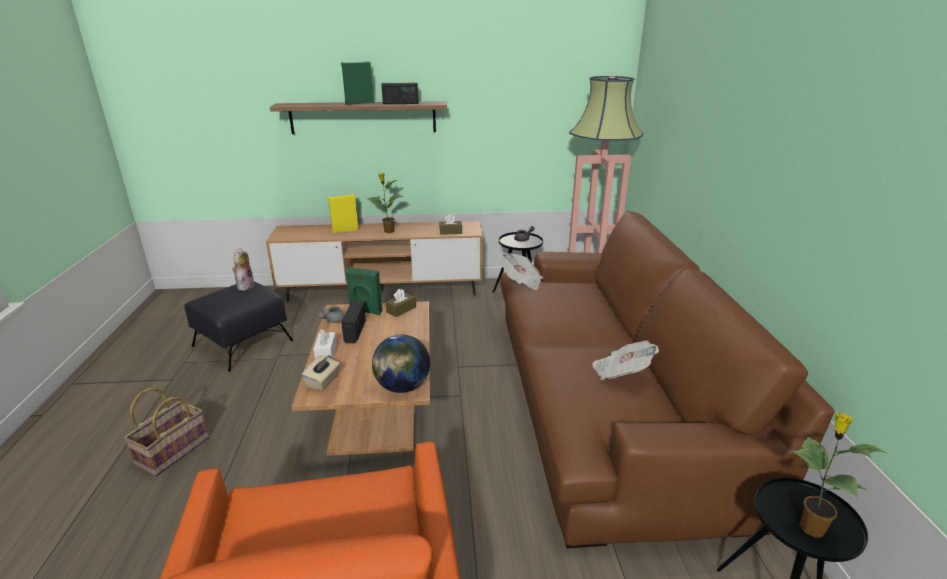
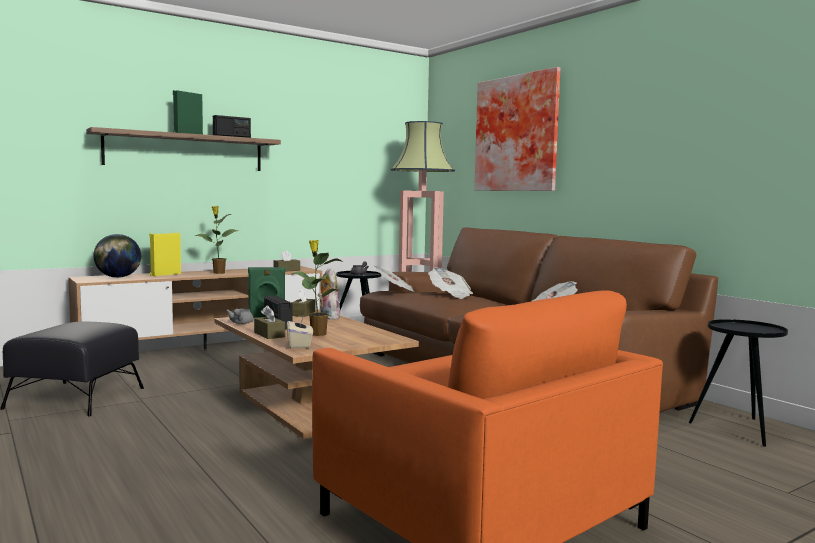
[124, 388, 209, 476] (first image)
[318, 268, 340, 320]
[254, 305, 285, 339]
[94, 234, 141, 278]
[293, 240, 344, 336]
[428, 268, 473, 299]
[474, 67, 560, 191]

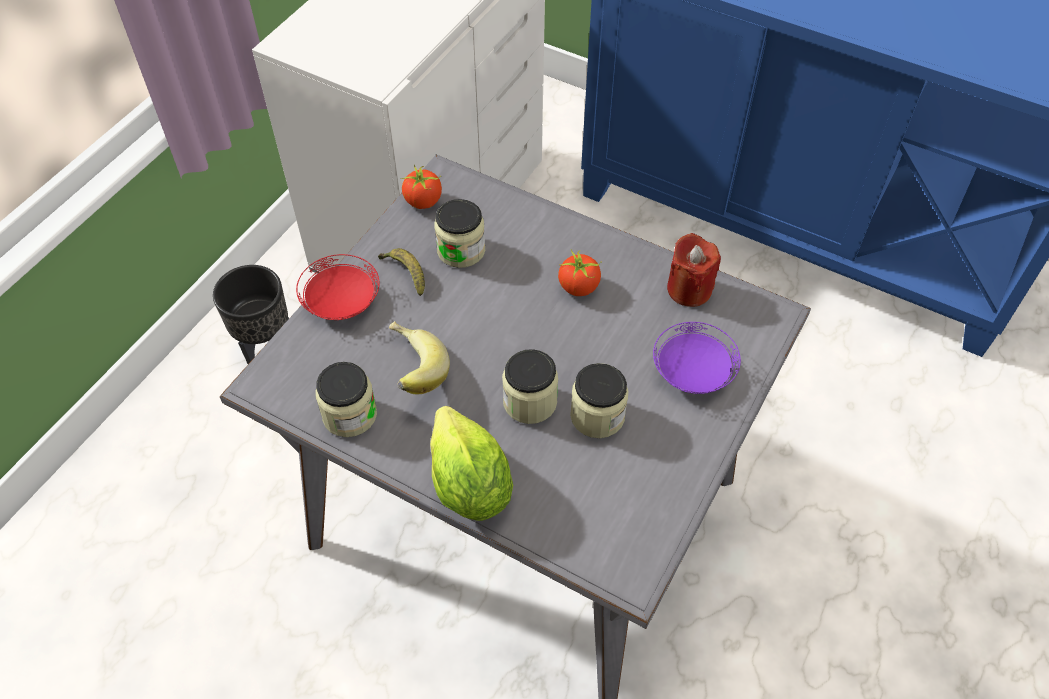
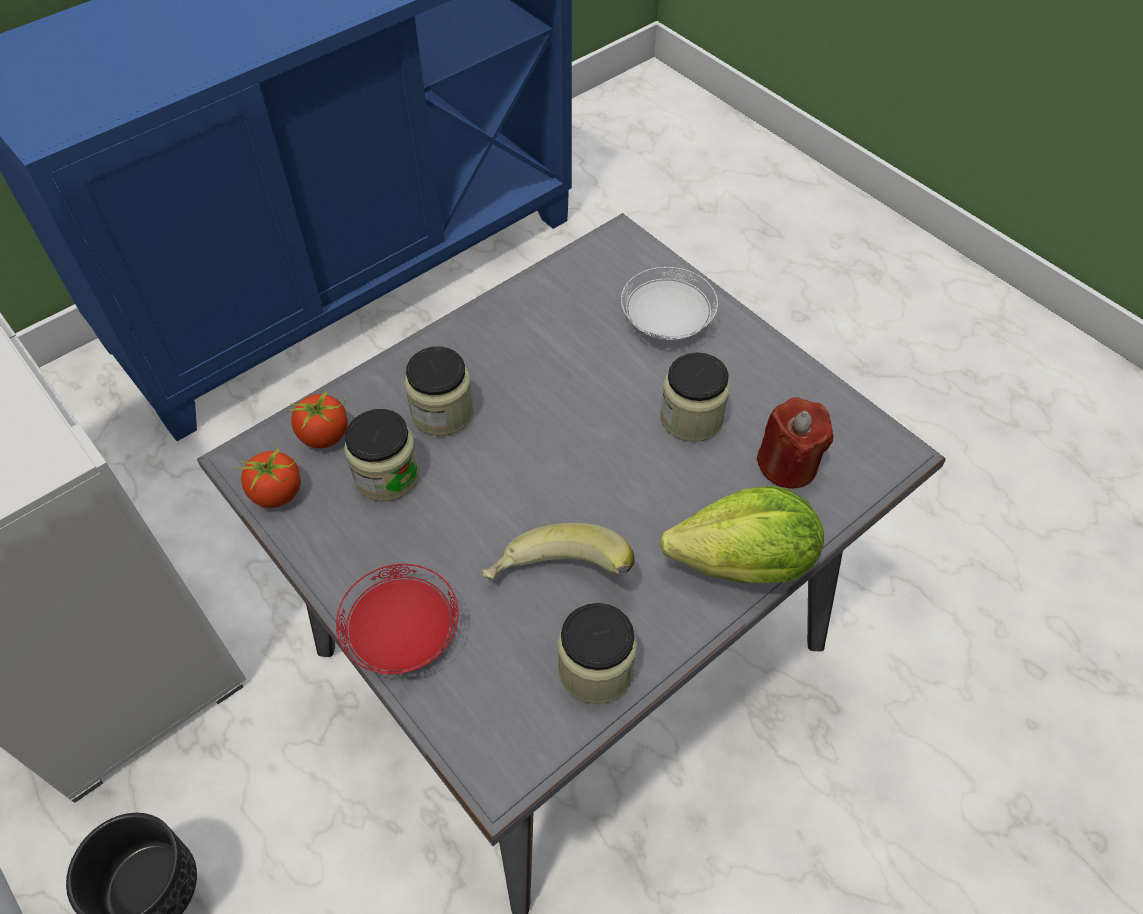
[378, 248, 425, 296] (first image)
[404, 347, 474, 436]
[286, 387, 348, 448]
[621, 267, 718, 340]
[757, 397, 833, 488]

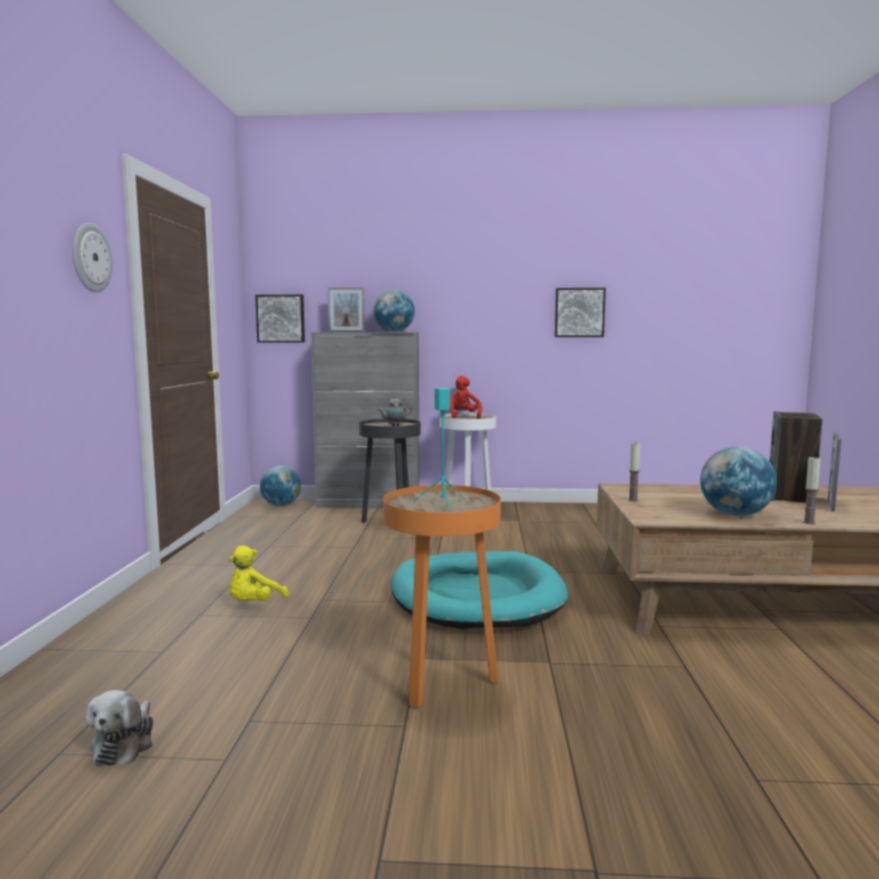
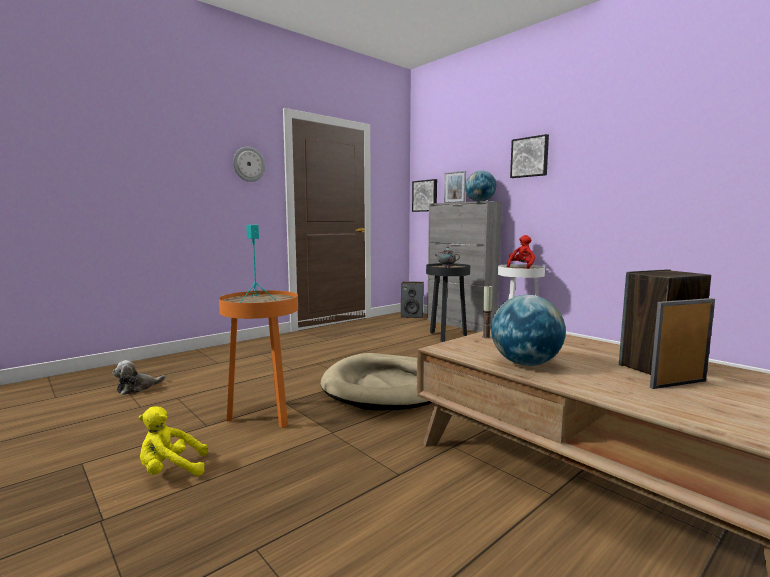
[139, 406, 208, 476]
[401, 281, 424, 318]
[320, 353, 433, 411]
[510, 134, 549, 178]
[803, 457, 821, 524] (first image)

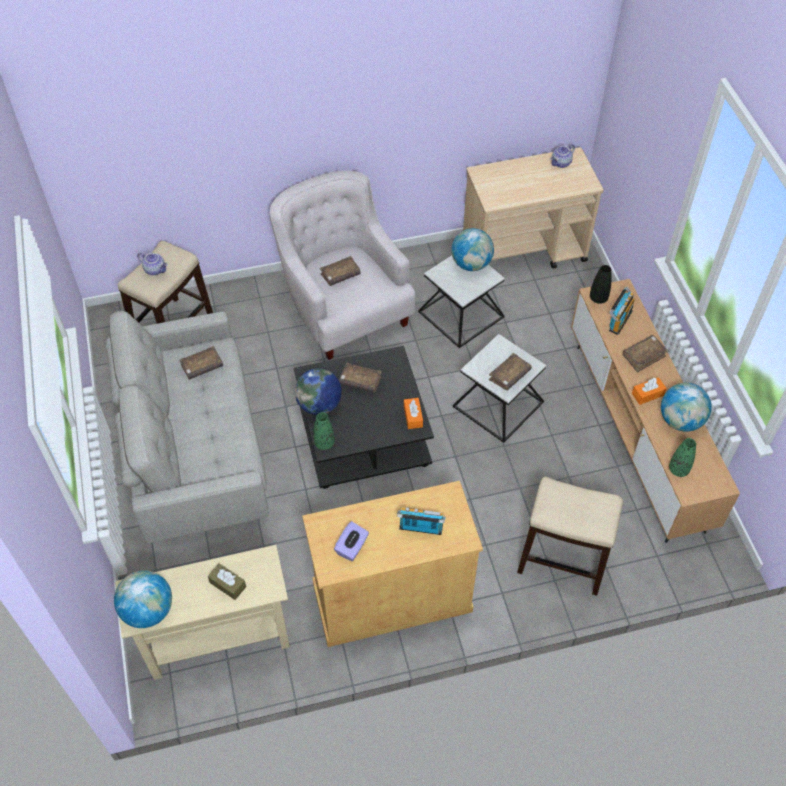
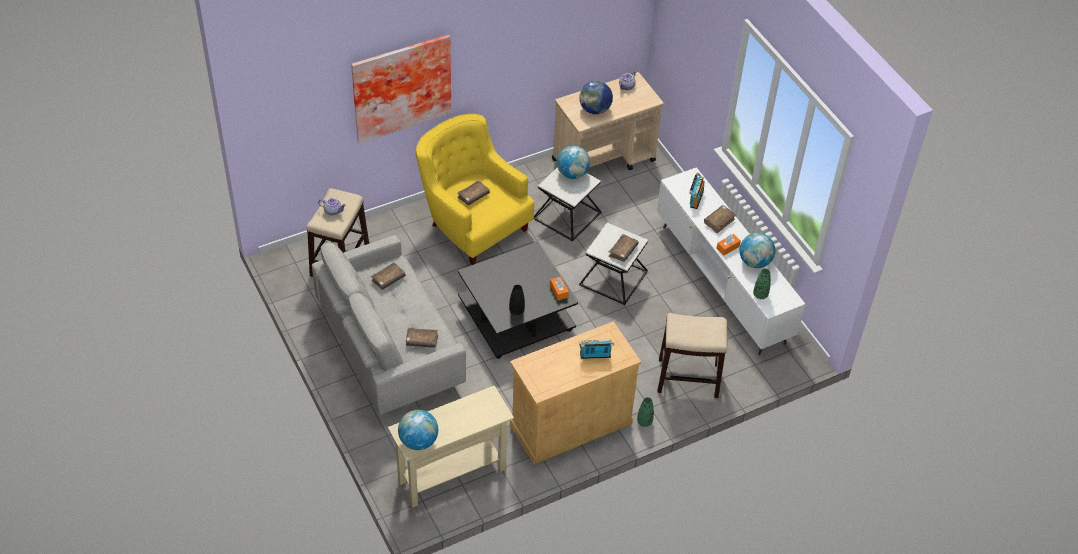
[208, 563, 246, 600] (first image)
[416, 114, 534, 265]
[579, 81, 613, 114]
[637, 397, 654, 427]
[334, 521, 369, 561] (first image)
[406, 328, 438, 348]
[657, 167, 805, 355]
[509, 285, 525, 315]
[351, 34, 451, 143]

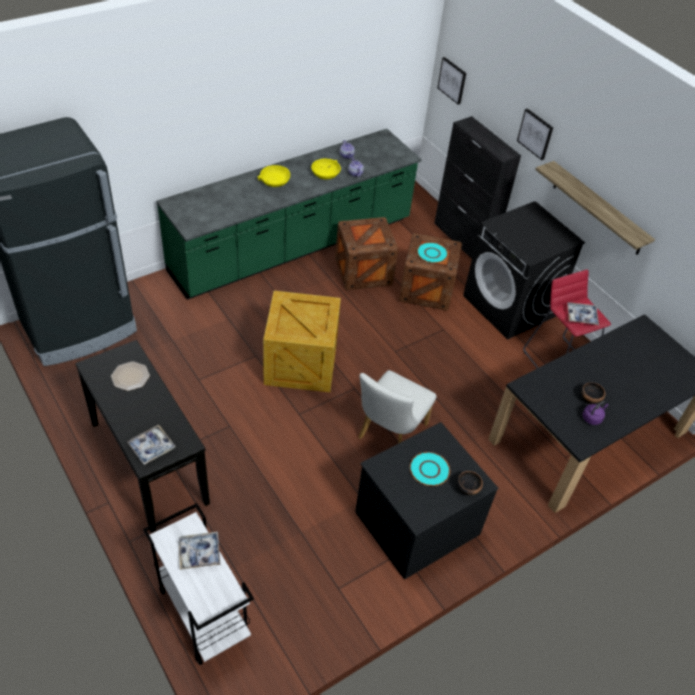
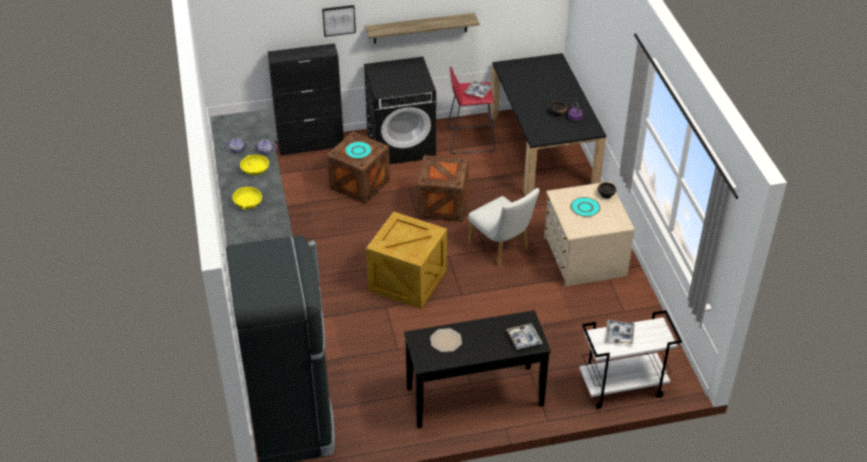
[417, 155, 469, 222]
[544, 181, 635, 286]
[437, 57, 466, 105] (first image)

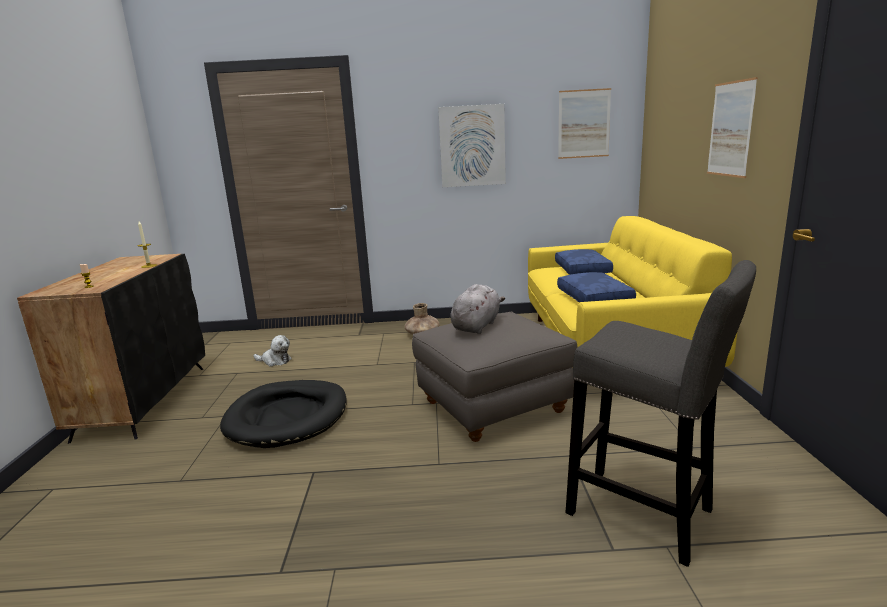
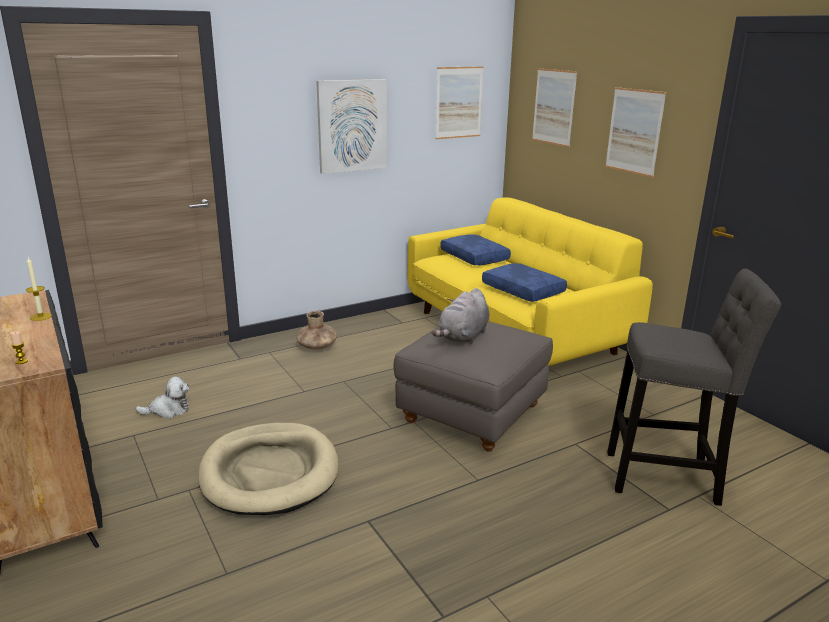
[198, 423, 339, 515]
[431, 288, 489, 344]
[532, 68, 577, 147]

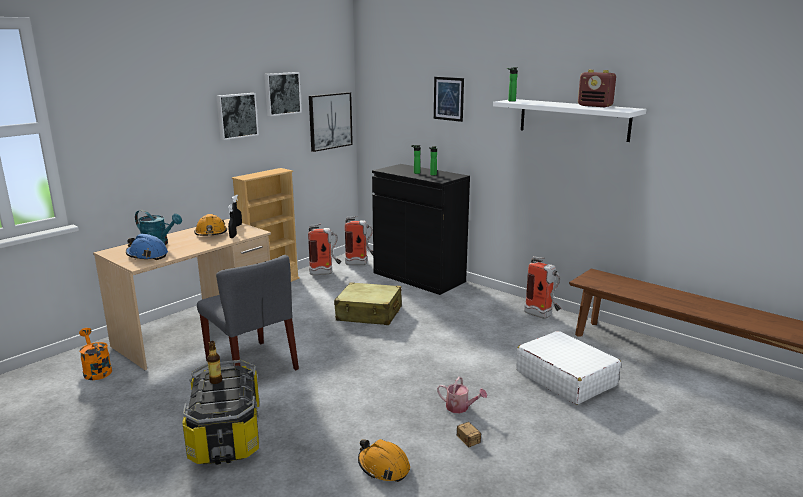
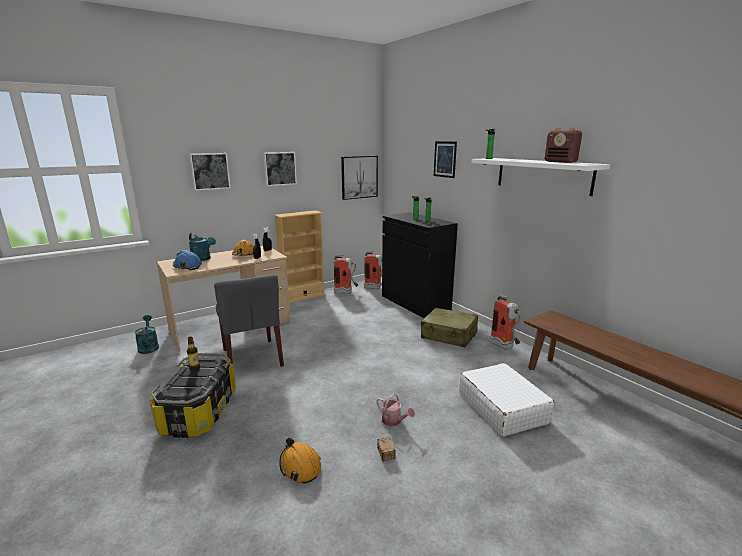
[135, 315, 159, 354]
[189, 153, 231, 191]
[421, 308, 478, 347]

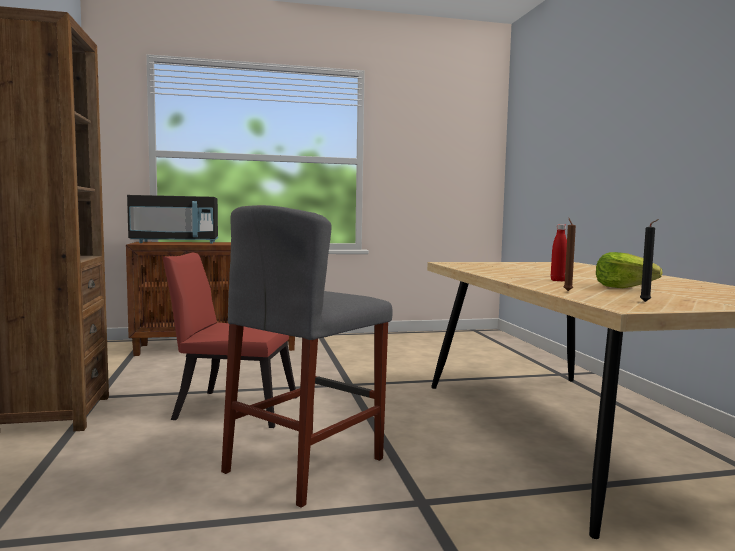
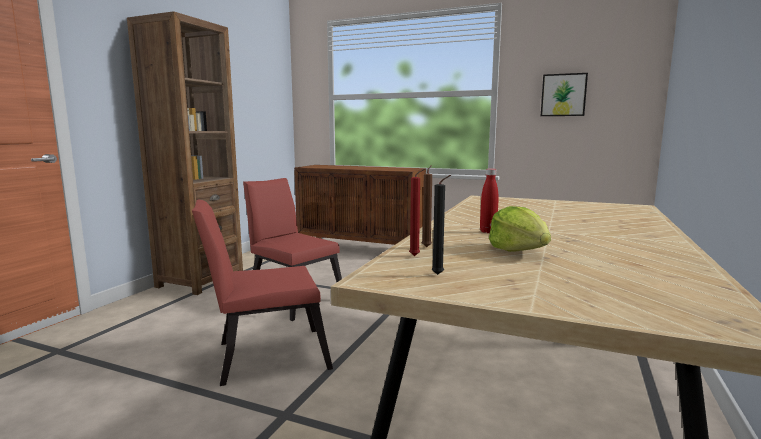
[127, 195, 218, 244] (first image)
[192, 200, 333, 386]
[409, 169, 425, 256]
[541, 73, 588, 116]

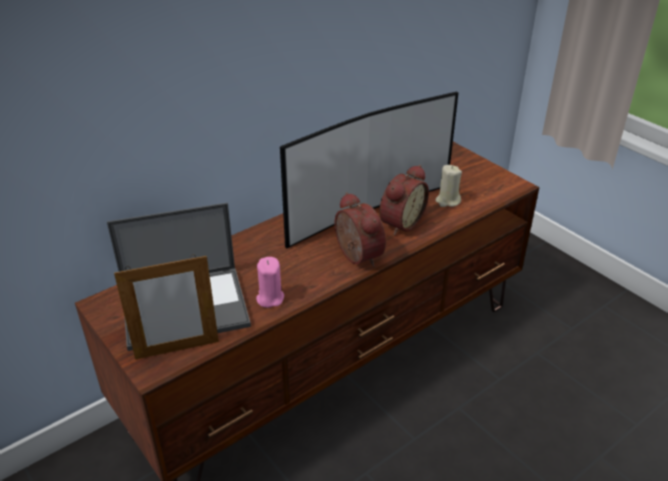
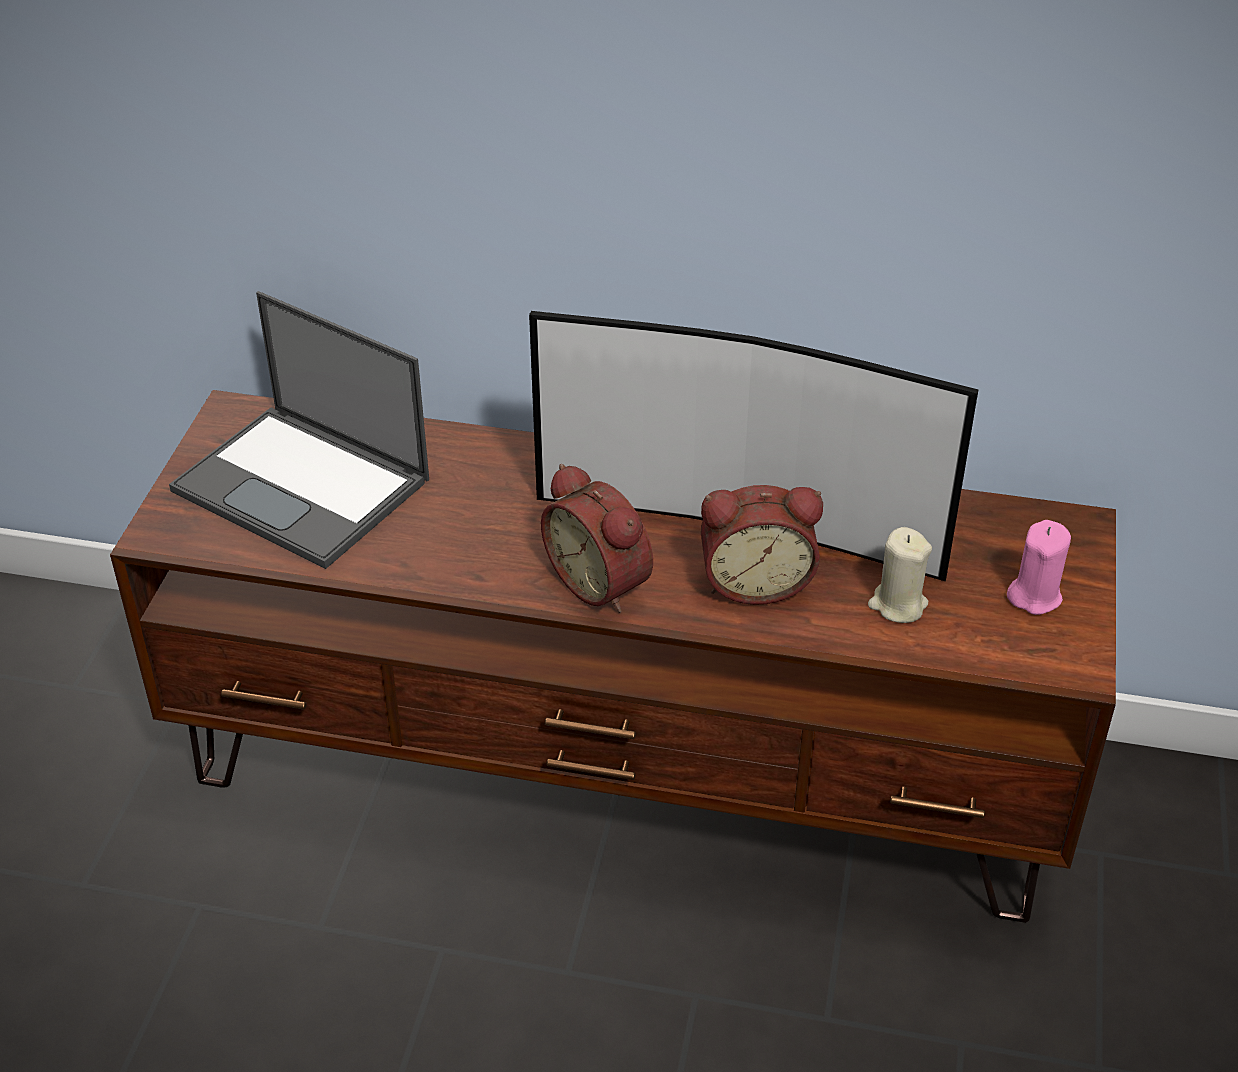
[114, 255, 219, 360] (first image)
[1007, 520, 1071, 615]
[541, 464, 653, 613]

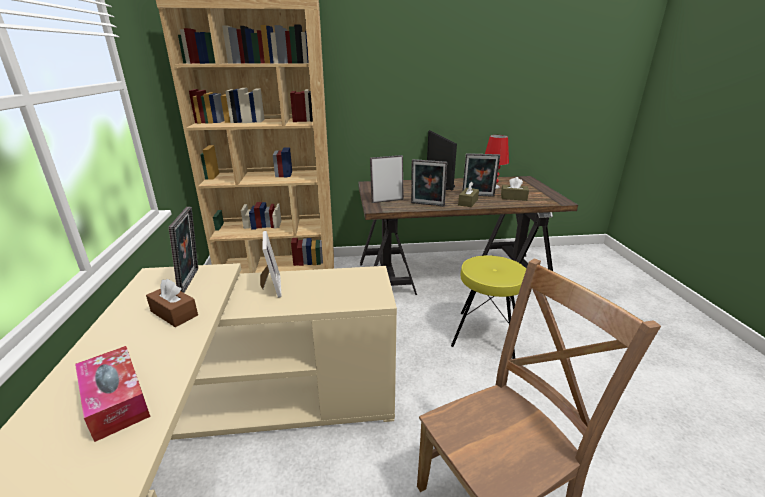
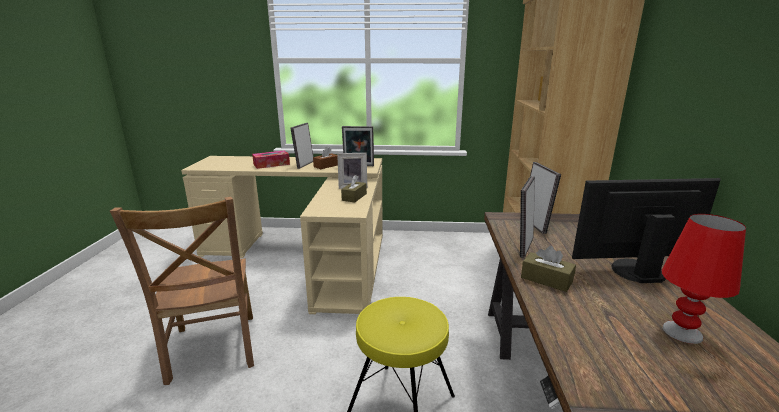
[290, 123, 313, 169]
[341, 175, 367, 203]

